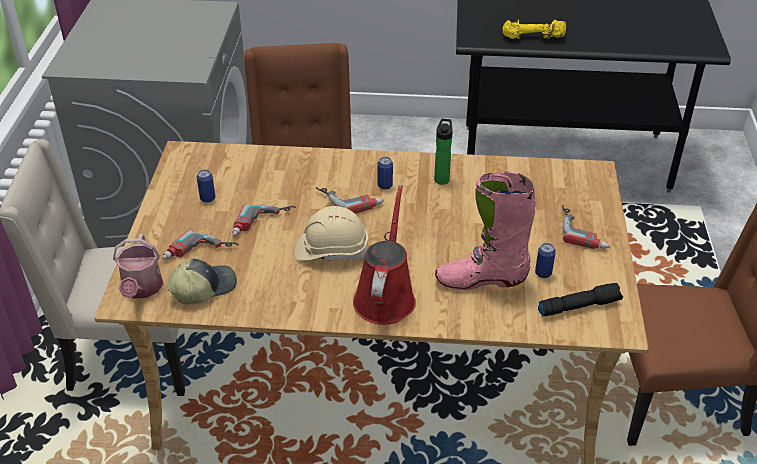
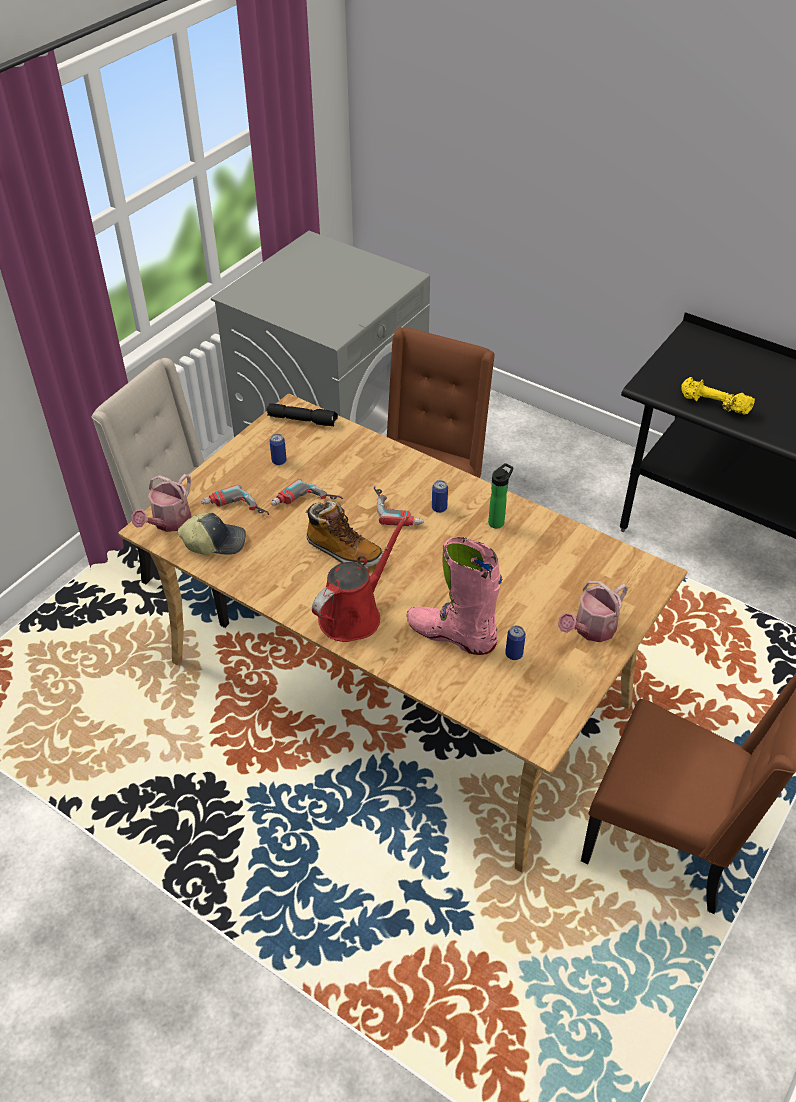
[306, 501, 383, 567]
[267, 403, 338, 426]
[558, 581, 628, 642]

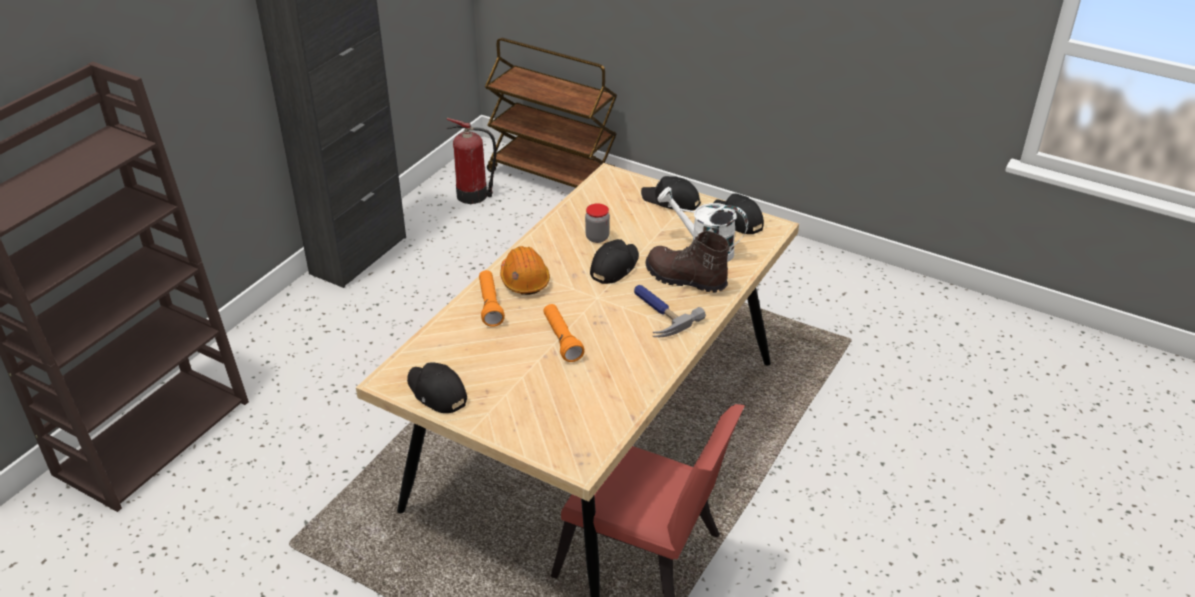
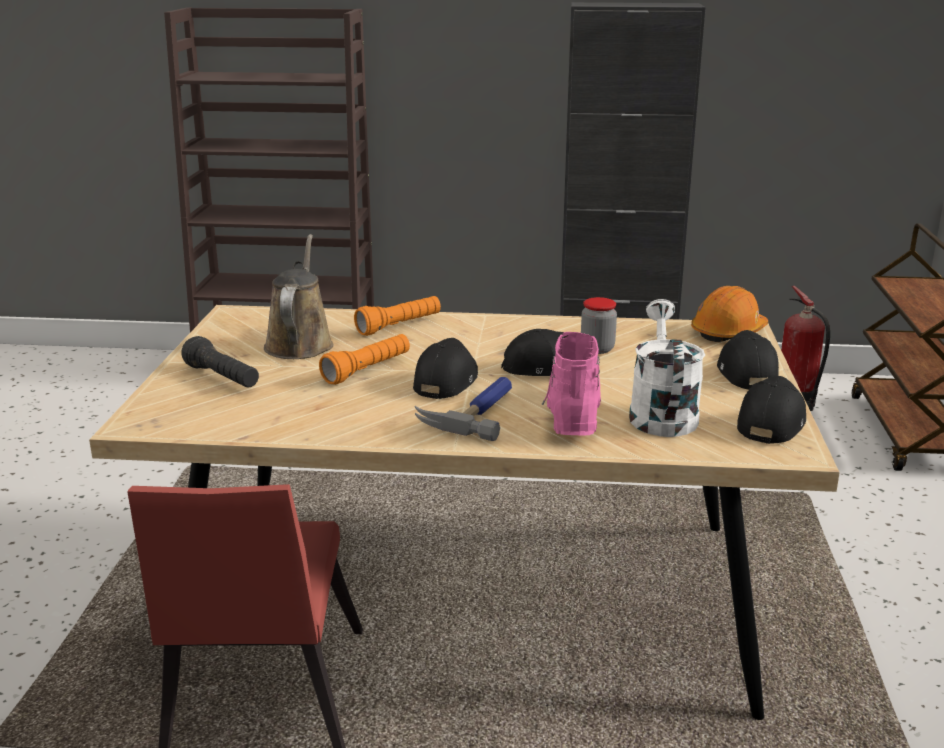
[413, 338, 478, 399]
[691, 286, 768, 342]
[542, 332, 601, 435]
[181, 336, 259, 388]
[264, 234, 334, 359]

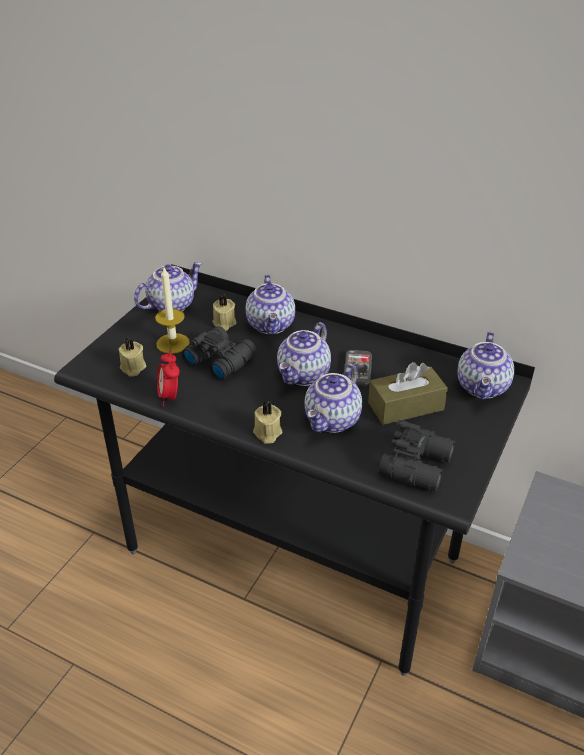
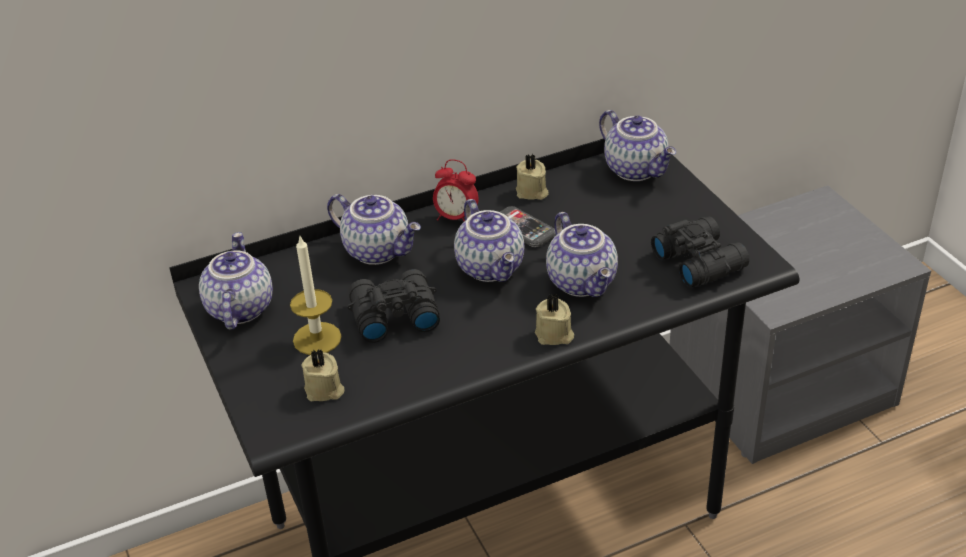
[433, 159, 479, 221]
[516, 154, 549, 200]
[368, 362, 448, 425] (first image)

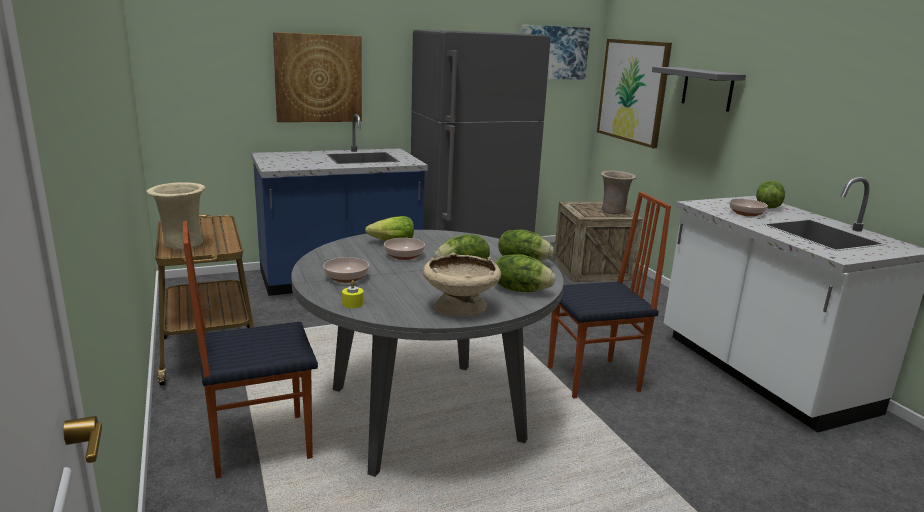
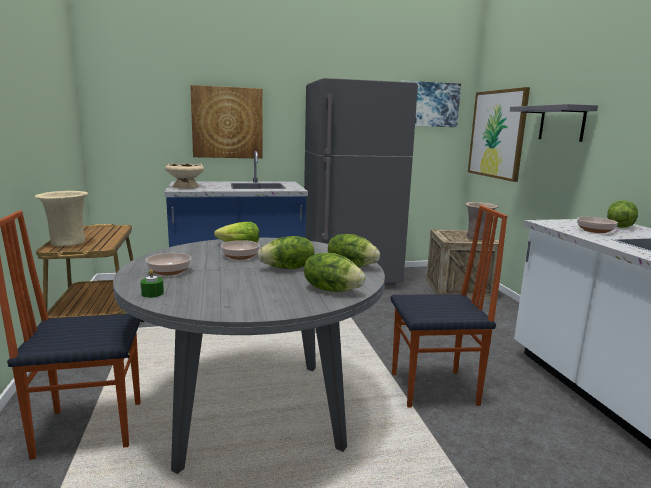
[140, 269, 164, 298]
[165, 163, 204, 188]

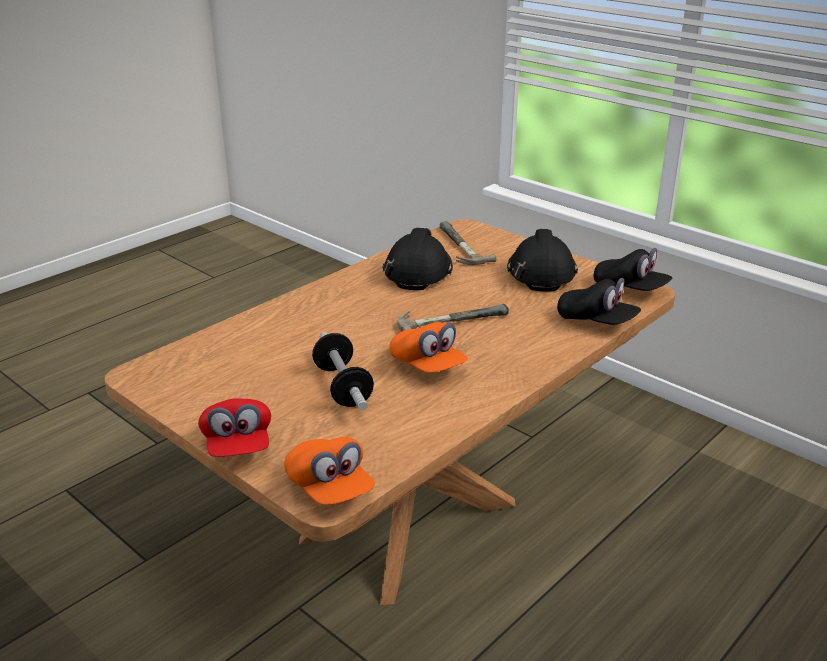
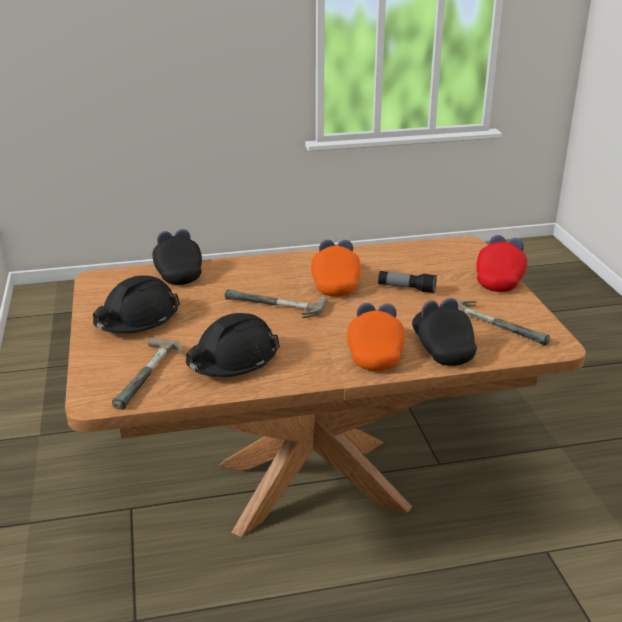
[347, 303, 405, 371]
[378, 271, 437, 293]
[412, 298, 477, 366]
[457, 301, 550, 345]

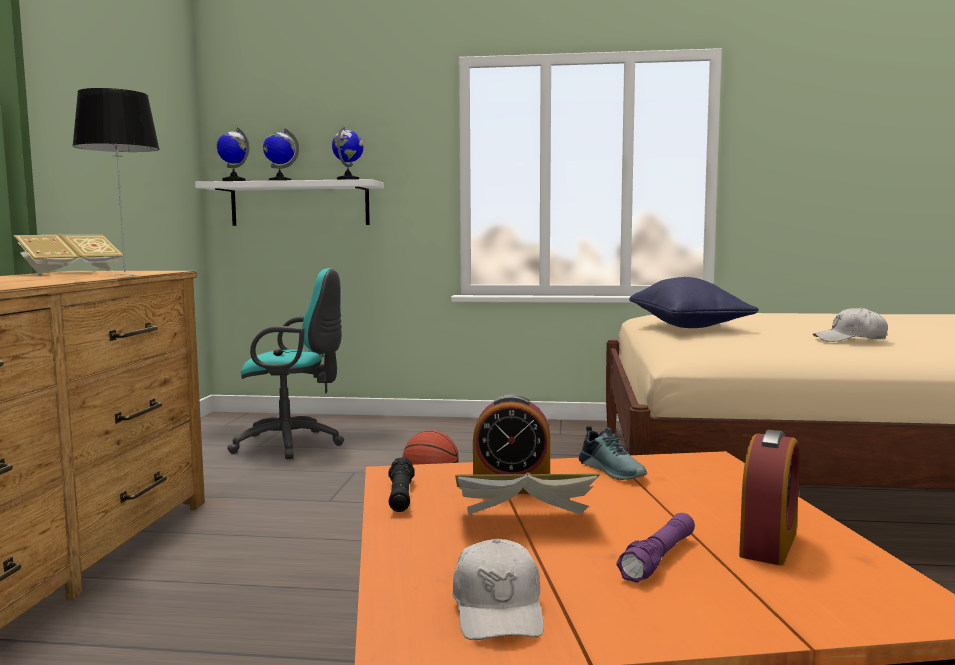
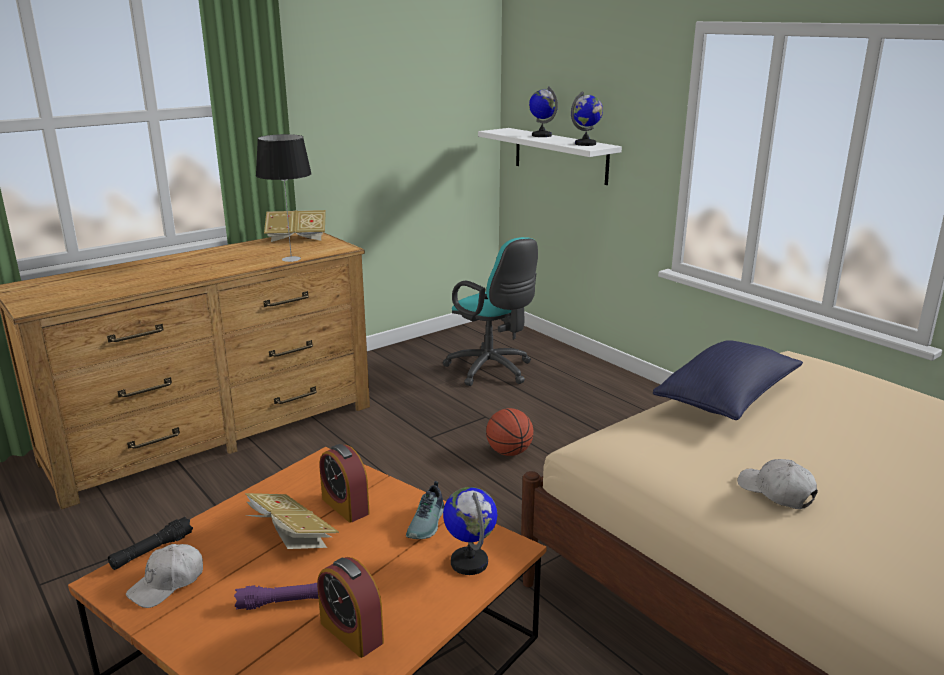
[443, 487, 497, 575]
[108, 517, 193, 570]
[317, 557, 384, 658]

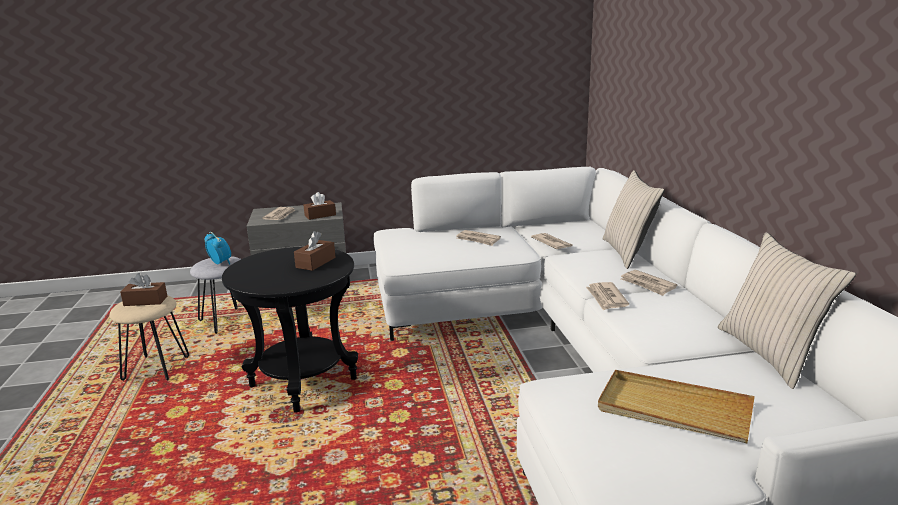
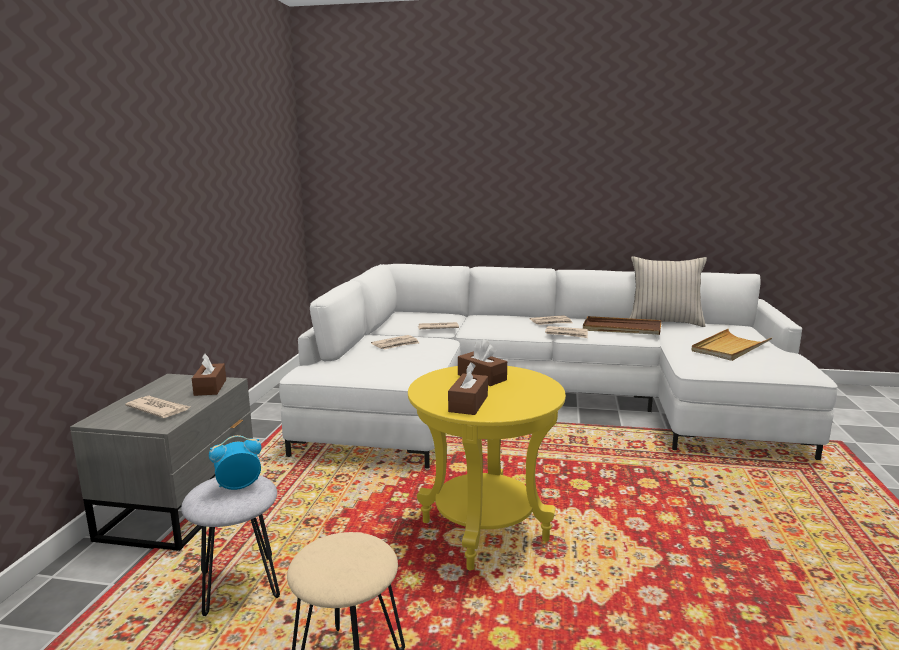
[448, 362, 488, 415]
[408, 366, 566, 570]
[603, 170, 665, 269] (first image)
[583, 316, 662, 335]

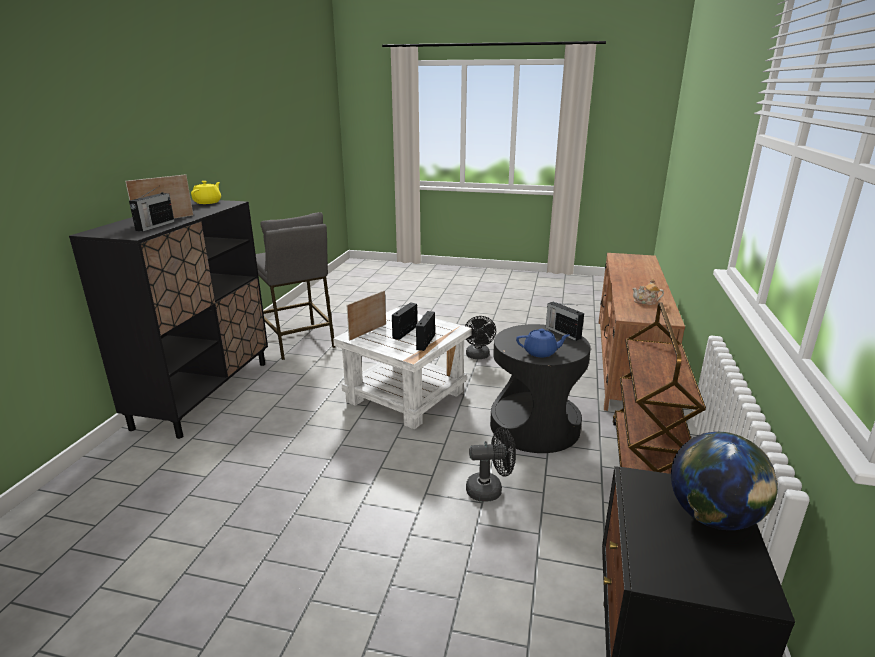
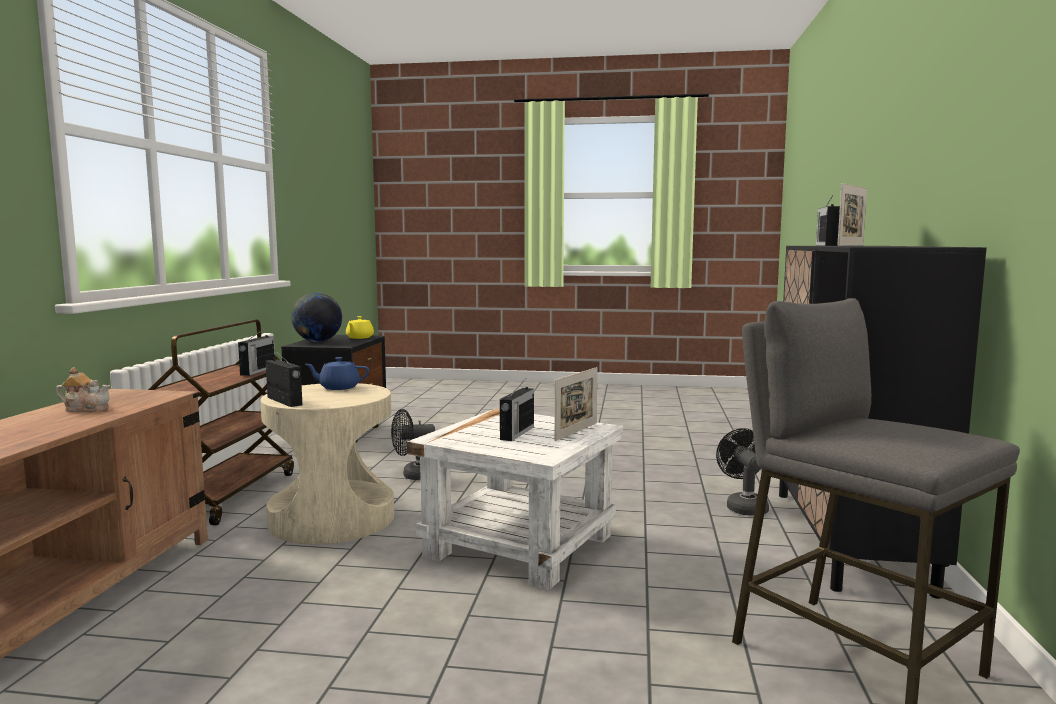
[346, 316, 374, 339]
[238, 329, 275, 376]
[716, 428, 769, 515]
[260, 383, 394, 544]

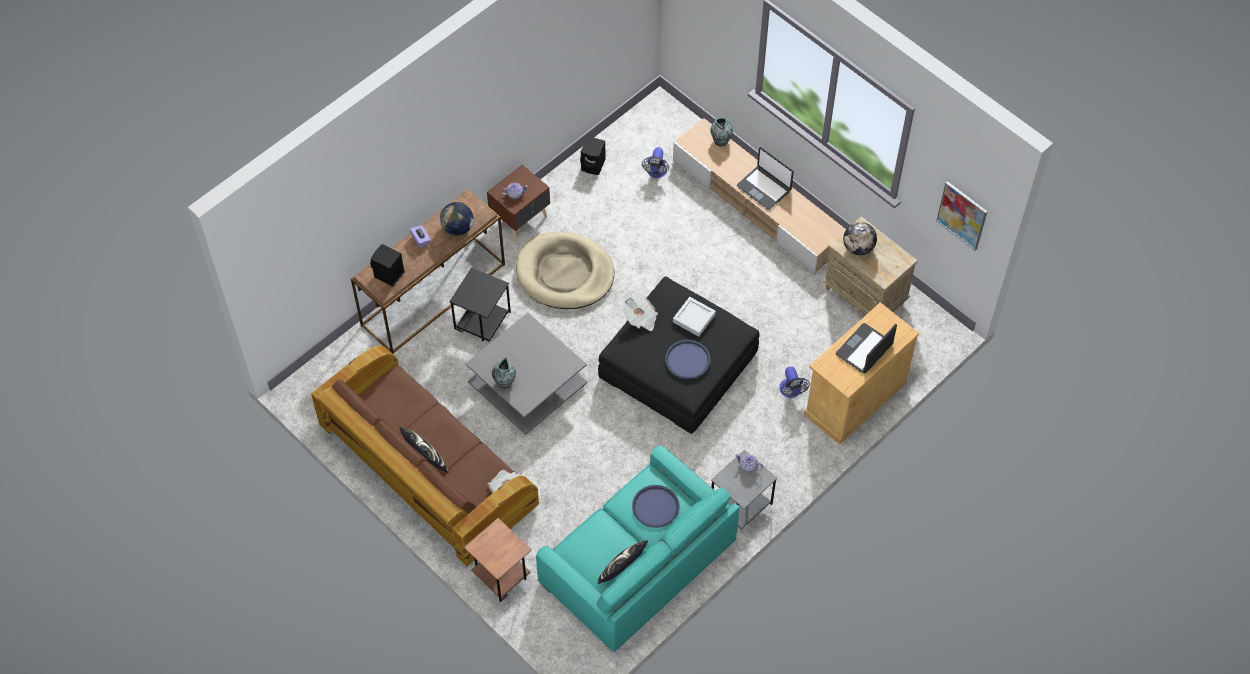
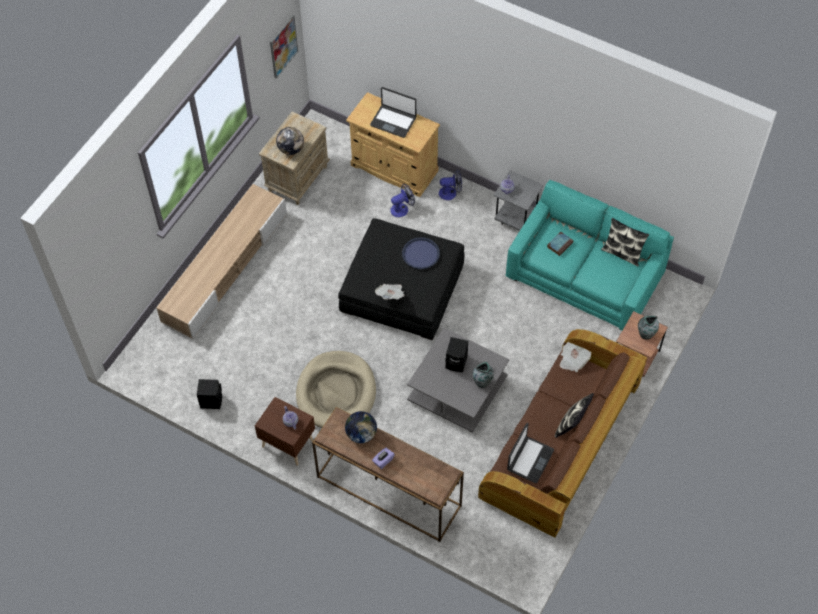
[445, 337, 468, 372]
[449, 267, 511, 342] (first image)
[547, 232, 573, 256]
[439, 169, 462, 200]
[673, 297, 716, 337] (first image)
[638, 316, 659, 340]
[507, 423, 554, 483]

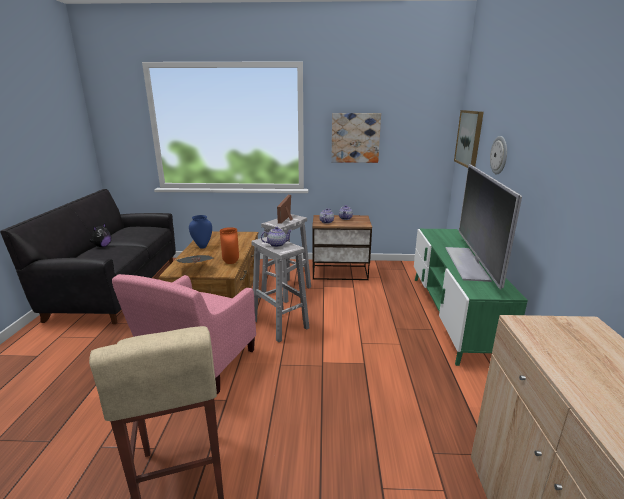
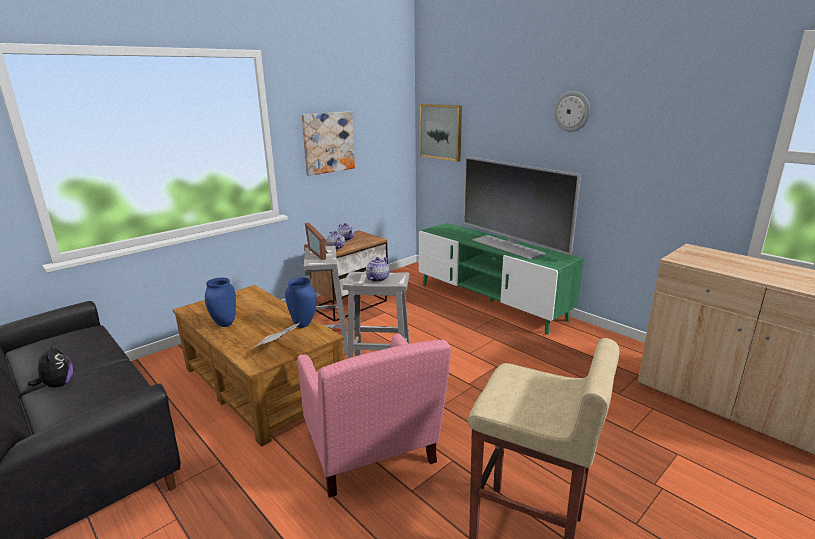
[285, 278, 317, 328]
[554, 91, 590, 132]

